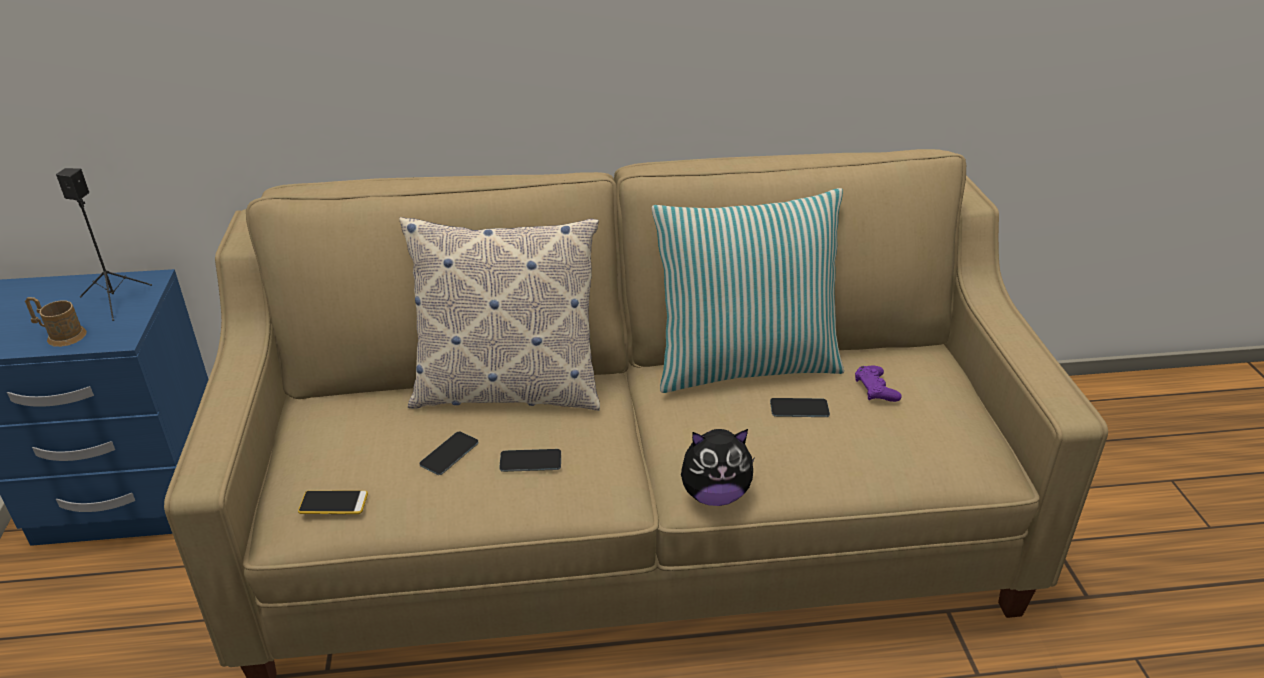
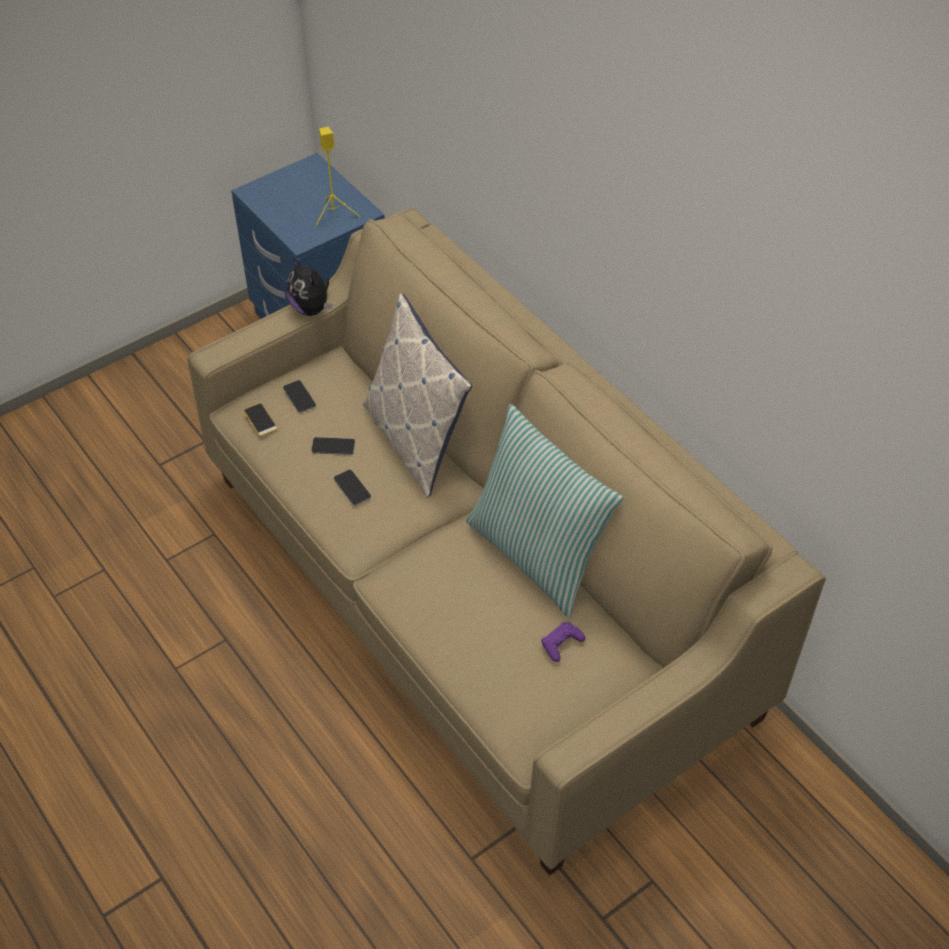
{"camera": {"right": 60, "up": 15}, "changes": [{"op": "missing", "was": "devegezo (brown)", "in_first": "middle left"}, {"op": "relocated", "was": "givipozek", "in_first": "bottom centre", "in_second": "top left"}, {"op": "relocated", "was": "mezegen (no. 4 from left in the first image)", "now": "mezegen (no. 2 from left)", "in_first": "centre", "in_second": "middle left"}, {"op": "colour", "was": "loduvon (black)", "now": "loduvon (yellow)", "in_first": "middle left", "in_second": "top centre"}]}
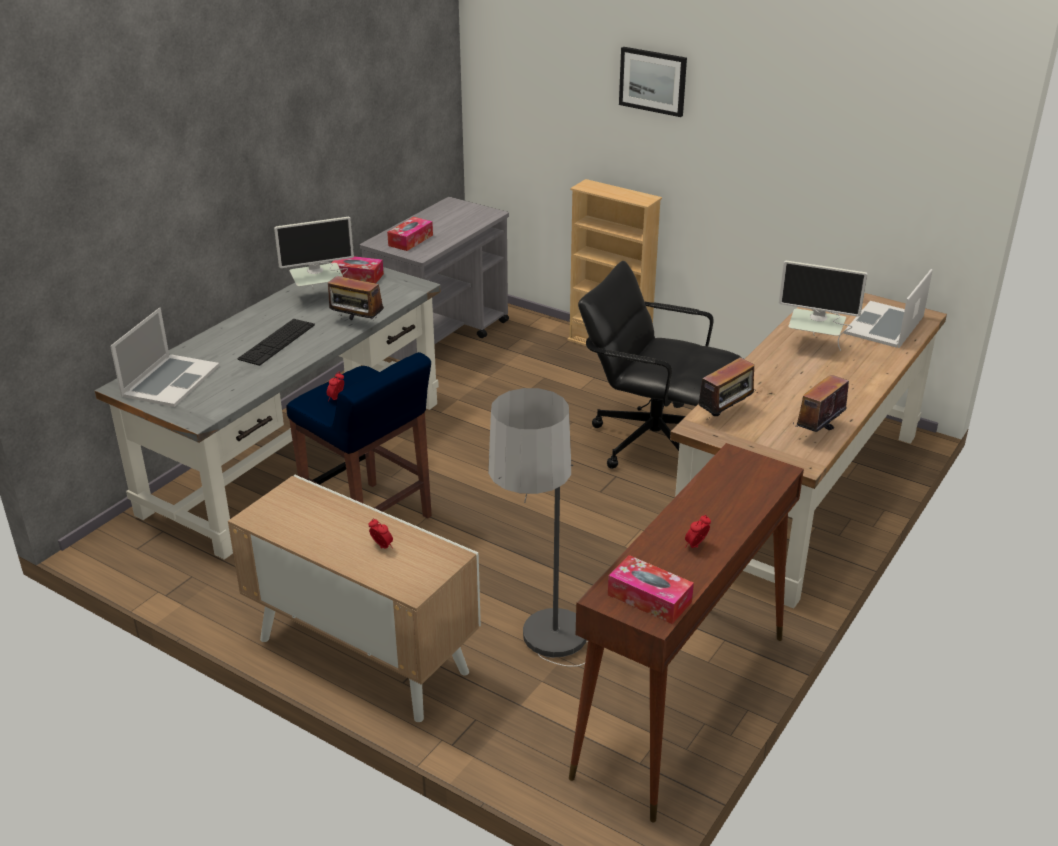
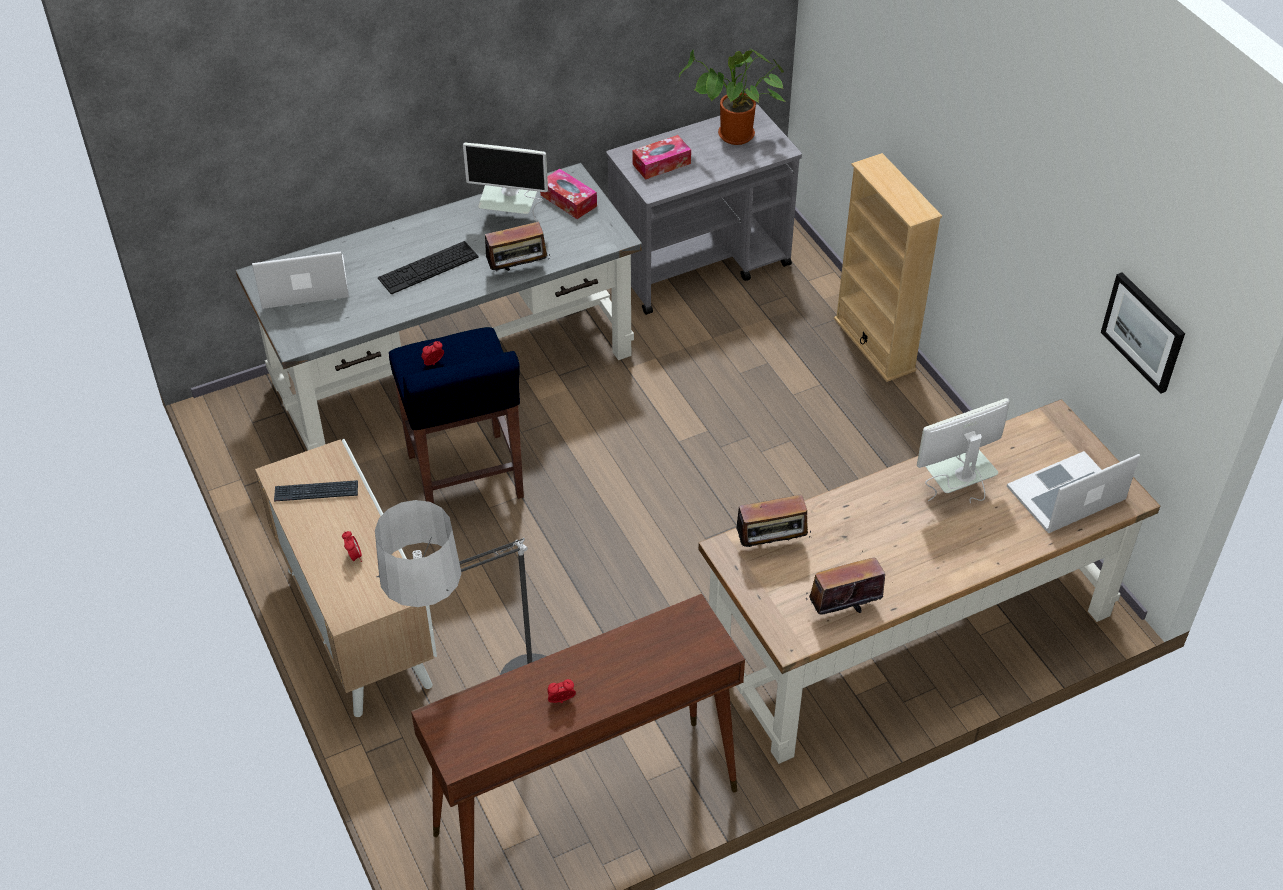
{"camera": {"right": 30, "up": 15}, "changes": [{"op": "missing", "was": "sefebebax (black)", "in_first": "centre"}, {"op": "missing", "was": "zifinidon (no. 3 from left)", "in_first": "bottom centre"}, {"op": "appeared", "now": "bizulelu (no. 1 from left)", "in_second": "middle left"}, {"op": "appeared", "now": "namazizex", "in_second": "top centre"}, {"op": "relocated", "was": "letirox", "in_first": "top centre", "in_second": "middle right"}, {"op": "spun", "was": "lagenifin (no. 1 from left)", "in_first": "middle left", "in_second": "top left", "clockwise": -150}, {"op": "spun", "was": "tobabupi (no. 1 from left)", "in_first": "centre", "in_second": "top centre", "clockwise": -75}, {"op": "spun", "was": "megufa (no. 2 from left)", "in_first": "middle right", "in_second": "middle right", "clockwise": 105}]}
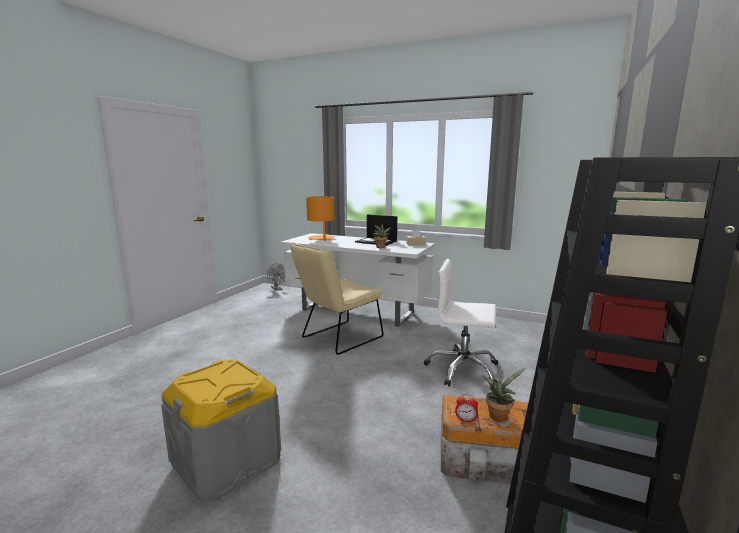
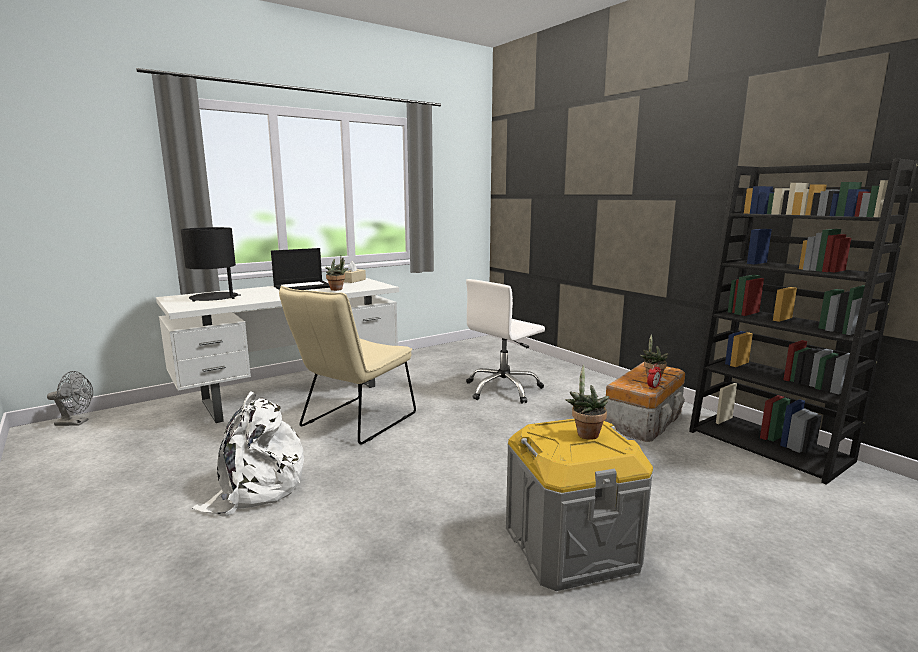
{"camera": {"right": -60, "up": 0}, "changes": [{"op": "appeared", "now": "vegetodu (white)", "in_second": "bottom left"}, {"op": "appeared", "now": "namazizex (no. 2 from left)", "in_second": "centre"}, {"op": "colour", "was": "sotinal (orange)", "now": "sotinal (black)", "in_first": "centre", "in_second": "middle left"}, {"op": "spun", "was": "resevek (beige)", "in_first": "centre", "in_second": "centre", "clockwise": 45}]}
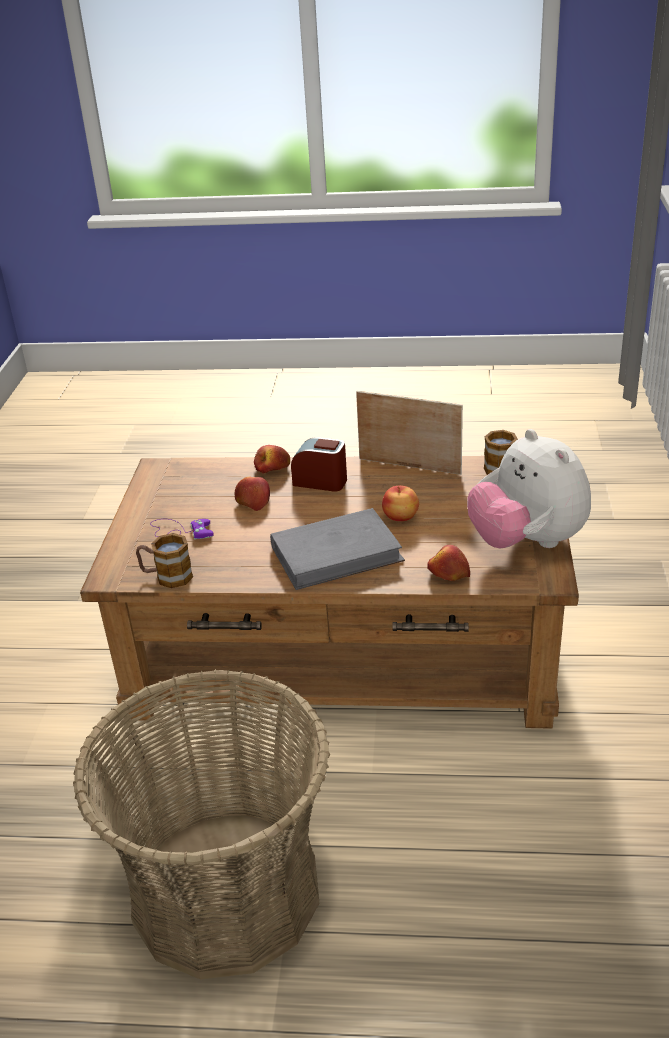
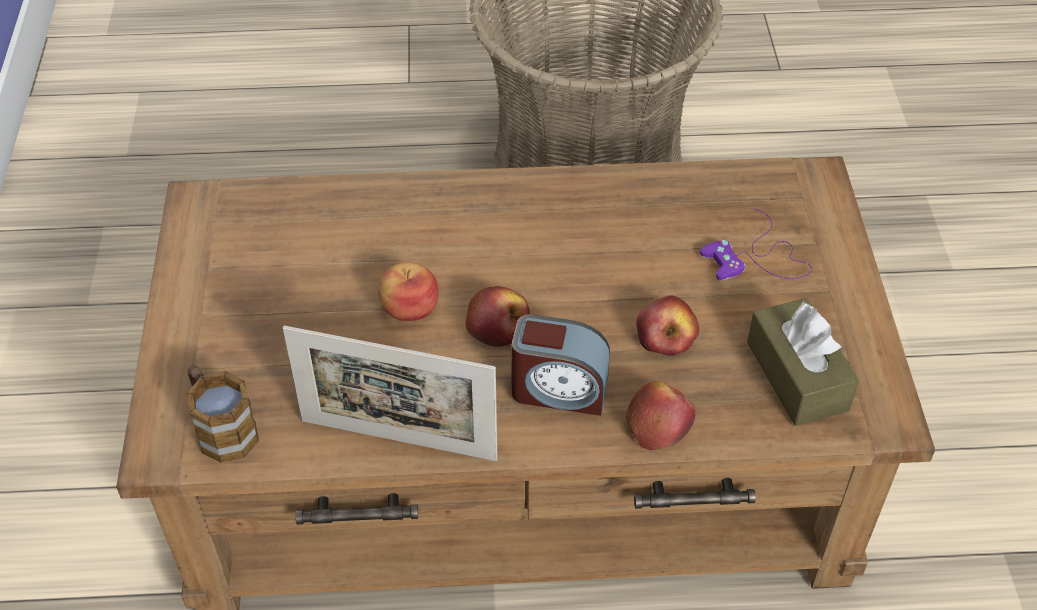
{"camera": {"right": 170, "up": 15}, "changes": [{"op": "missing", "was": "devegezo (no. 1 from left)", "in_first": "middle left"}, {"op": "missing", "was": "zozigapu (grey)", "in_first": "centre"}, {"op": "missing", "was": "givipozek", "in_first": "middle right"}, {"op": "appeared", "now": "zifinidon (brown)", "in_second": "middle right"}, {"op": "relocated", "was": "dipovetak (no. 4 from left in the first image)", "now": "dipovetak (no. 2 from left)", "in_first": "middle right", "in_second": "centre"}]}
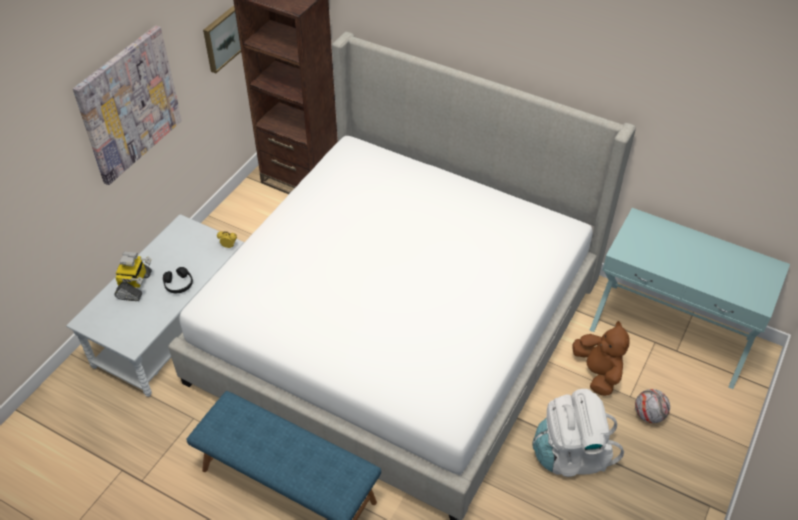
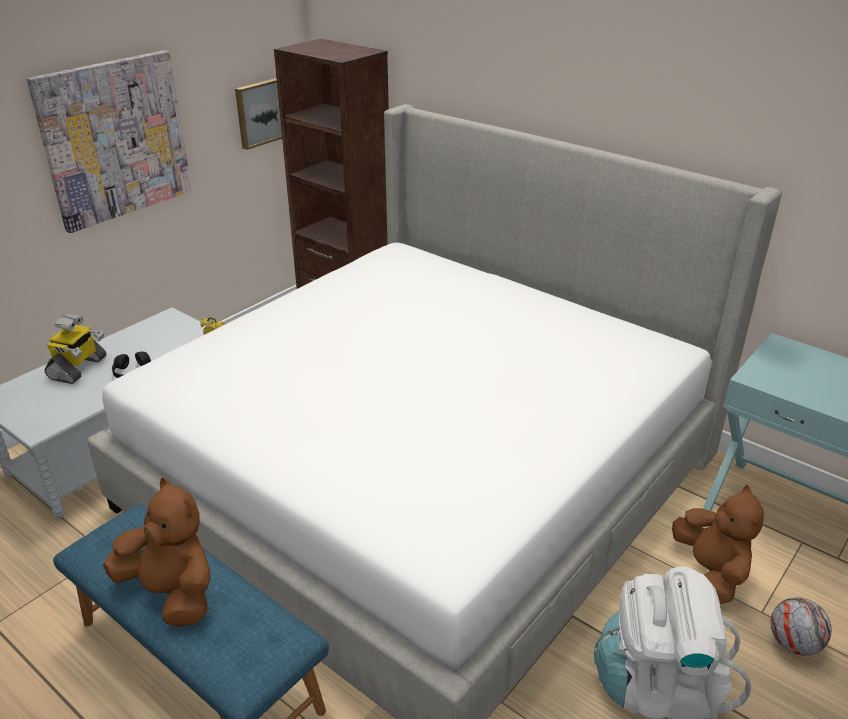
{"camera": {"right": 10, "up": -15}, "changes": [{"op": "appeared", "now": "givipozek (brown) (no. 1 from left)", "in_second": "bottom left"}]}
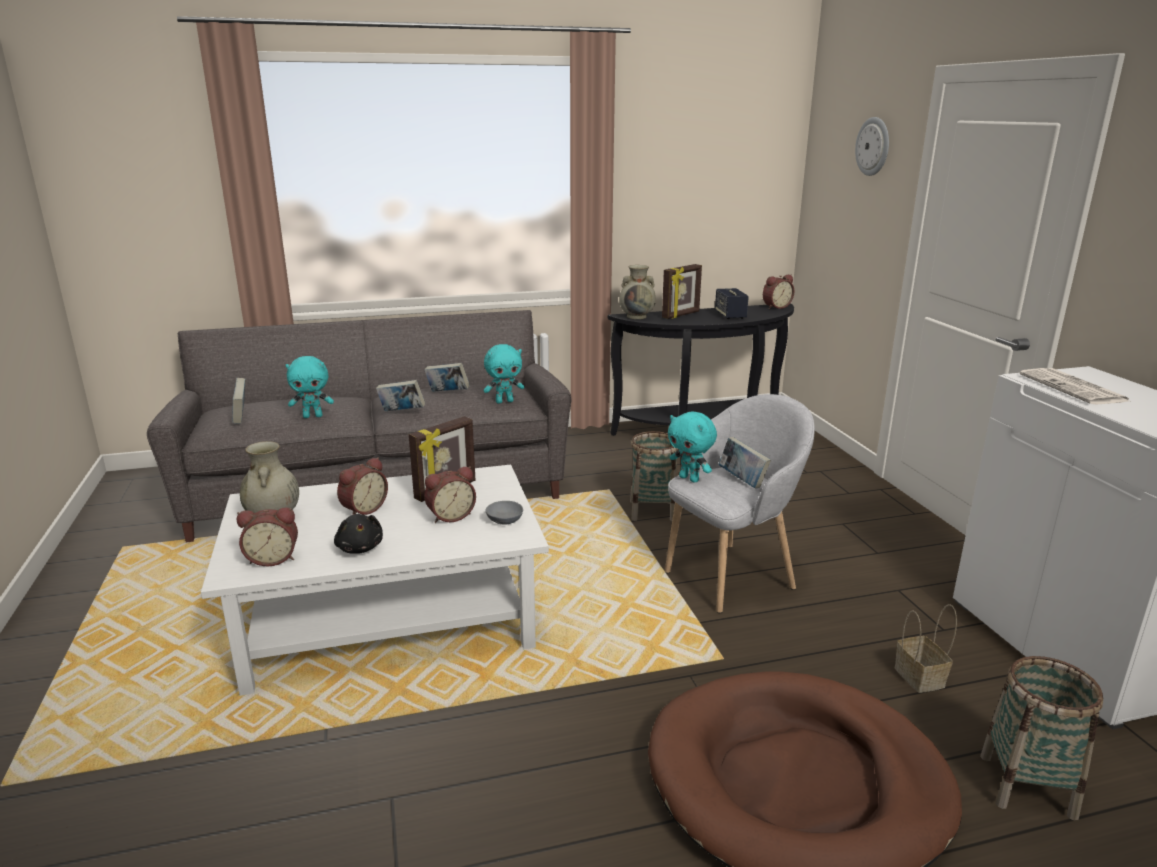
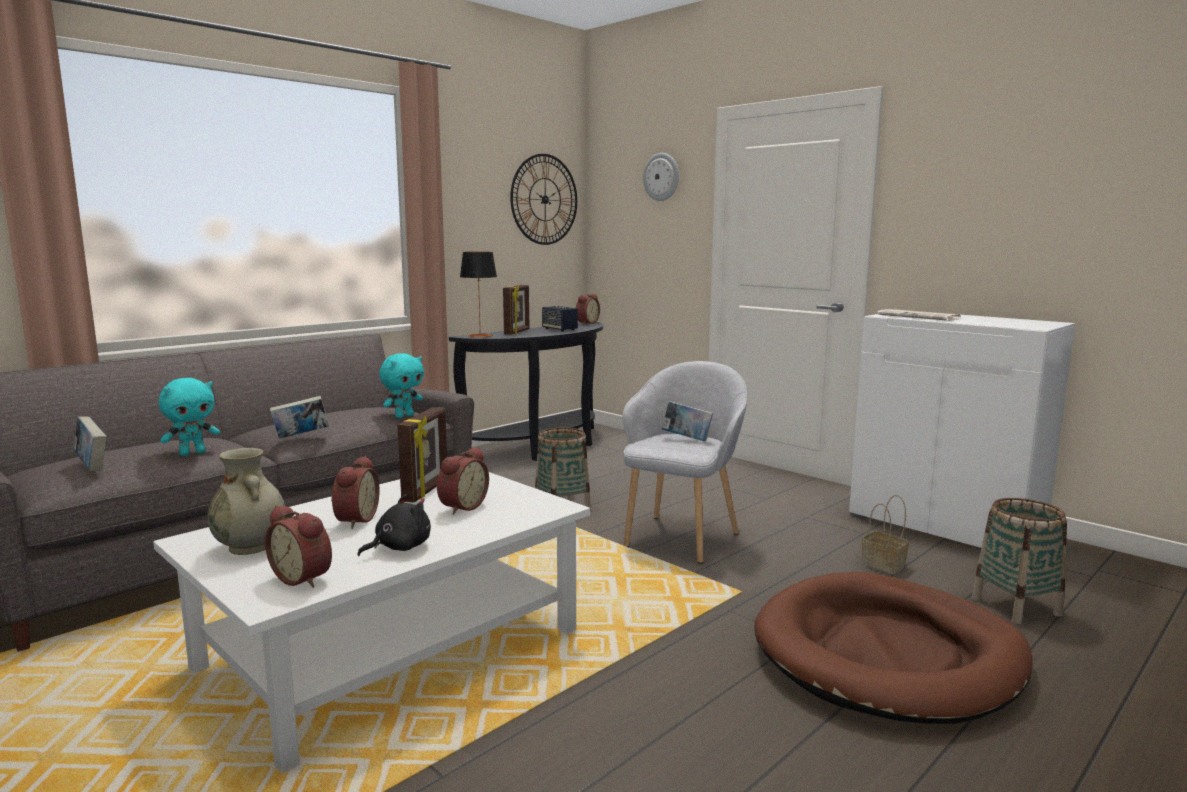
{"camera": {"right": -30, "up": -10}, "changes": [{"op": "missing", "was": "zozigapu (no. 3 from left)", "in_first": "centre"}, {"op": "missing", "was": "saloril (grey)", "in_first": "centre"}, {"op": "missing", "was": "givipozek (turquoise) (no. 3 from left)", "in_first": "centre"}, {"op": "appeared", "now": "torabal (no. 1 from left)", "in_second": "top centre"}, {"op": "exchanged", "was": "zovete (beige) (no. 2 from left)", "now": "sotinal", "in_first": "centre", "in_second": "centre"}, {"op": "spun", "was": "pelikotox (no. 1 from left)", "in_first": "middle left", "in_second": "bottom left", "clockwise": 75}, {"op": "spun", "was": "givipozek (black)", "in_first": "middle left", "in_second": "middle left", "clockwise": -75}]}
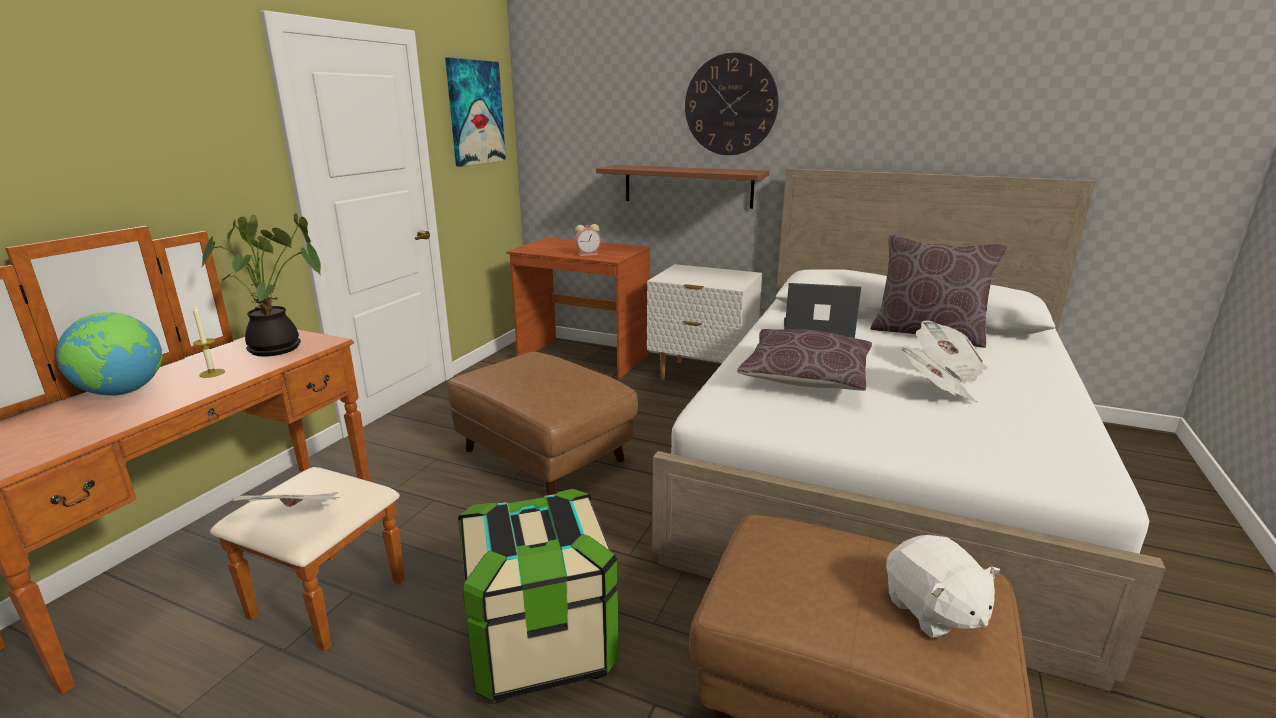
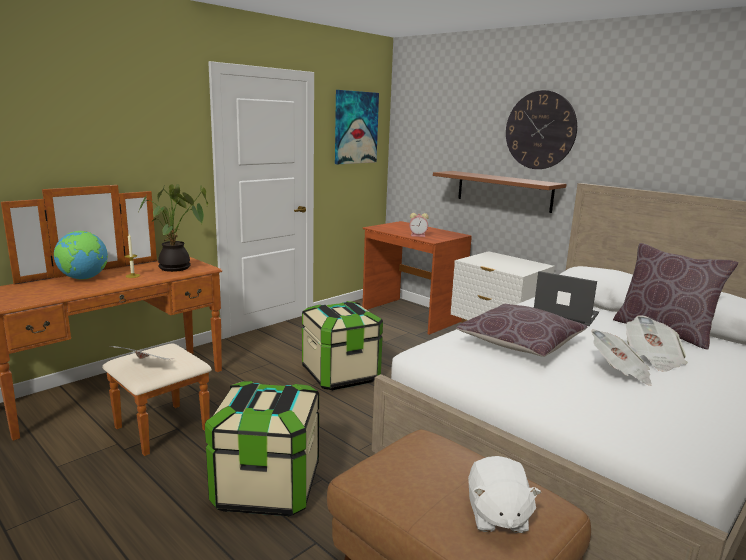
{"camera": {"right": 20, "up": -5}, "changes": [{"op": "exchanged", "was": "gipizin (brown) (no. 1 from left)", "now": "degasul (no. 2 from left)", "in_first": "centre", "in_second": "centre"}]}
